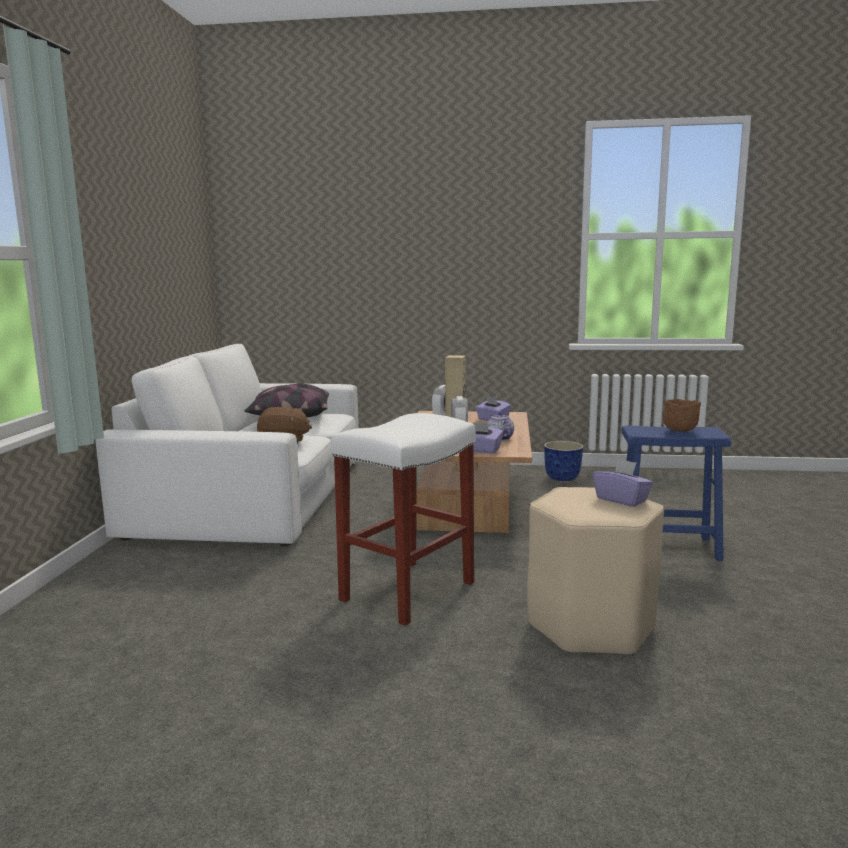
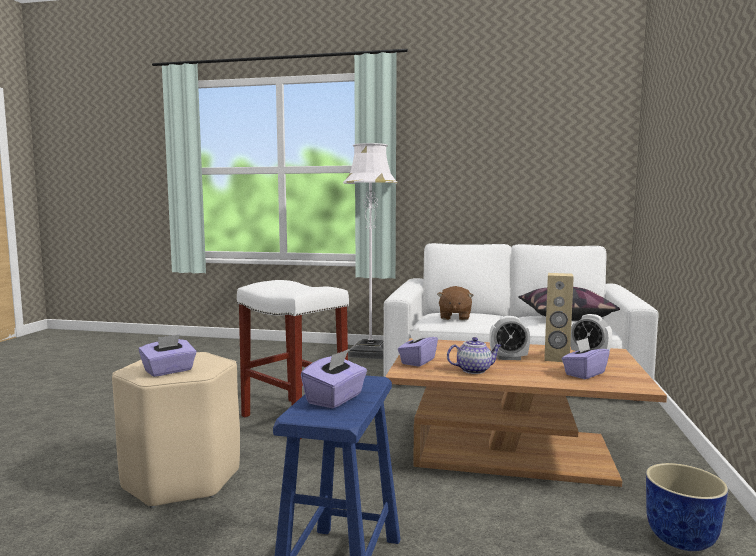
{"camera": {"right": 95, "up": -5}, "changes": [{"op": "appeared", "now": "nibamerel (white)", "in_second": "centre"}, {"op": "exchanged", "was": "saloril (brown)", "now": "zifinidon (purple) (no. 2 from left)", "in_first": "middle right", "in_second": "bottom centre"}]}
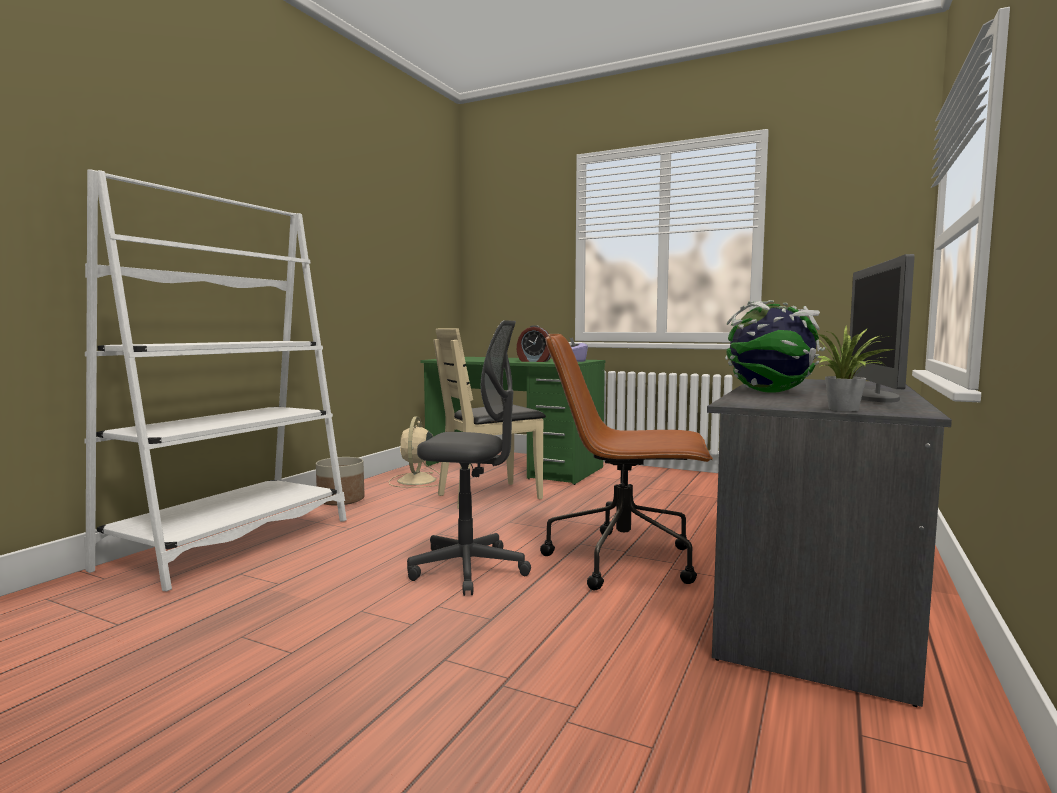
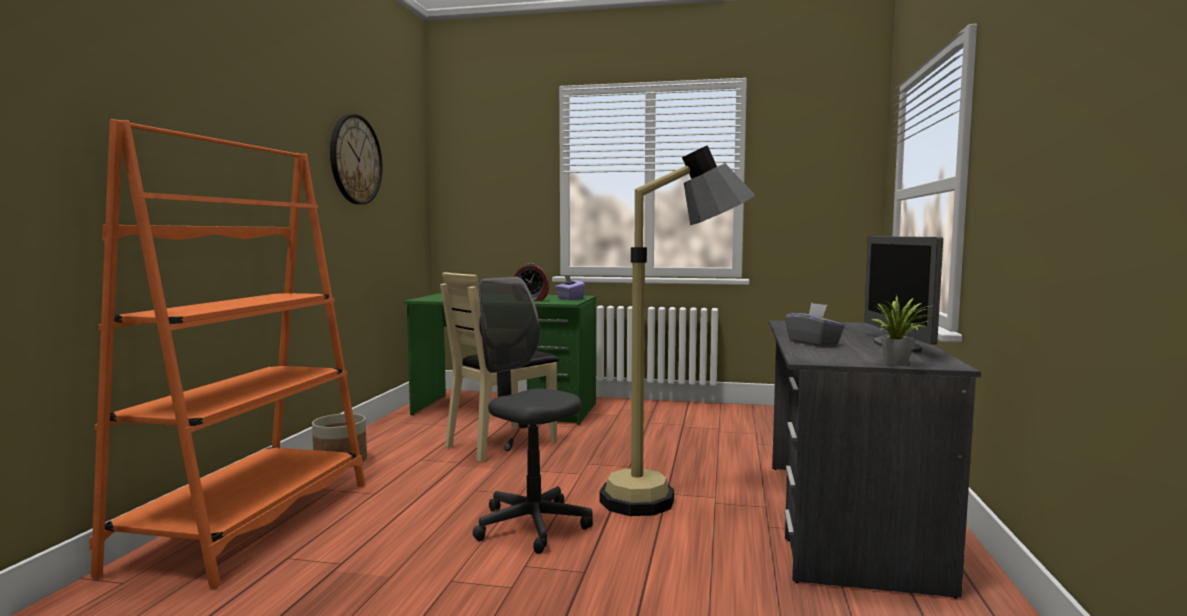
{"camera": {"right": -15, "up": 0}, "changes": [{"op": "missing", "was": "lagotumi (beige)", "in_first": "centre"}, {"op": "appeared", "now": "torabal", "in_second": "top left"}, {"op": "exchanged", "was": "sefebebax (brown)", "now": "nibamerel", "in_first": "centre", "in_second": "centre"}, {"op": "exchanged", "was": "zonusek", "now": "zifinidon (grey)", "in_first": "middle right", "in_second": "middle right"}, {"op": "colour", "was": "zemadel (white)", "now": "zemadel (orange)", "in_first": "middle left", "in_second": "middle left"}, {"op": "spun", "was": "sefebebax (grey)", "in_first": "centre", "in_second": "bottom centre", "clockwise": -135}]}
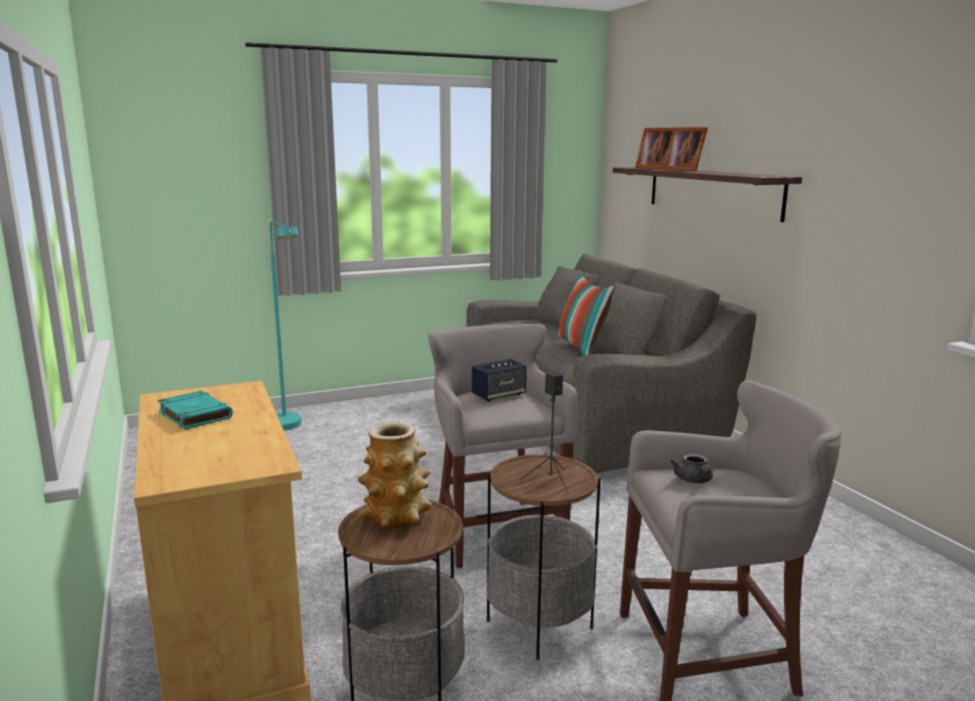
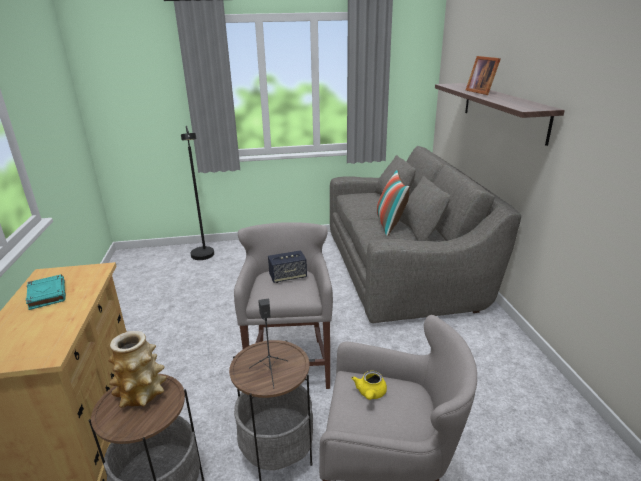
{"camera": {"right": 15, "up": 10}, "changes": [{"op": "missing", "was": "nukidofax (no. 1 from left)", "in_first": "top right"}, {"op": "colour", "was": "nibamerel (turquoise)", "now": "nibamerel (black)", "in_first": "middle left", "in_second": "middle left"}, {"op": "colour", "was": "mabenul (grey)", "now": "mabenul (yellow)", "in_first": "bottom right", "in_second": "bottom centre"}]}
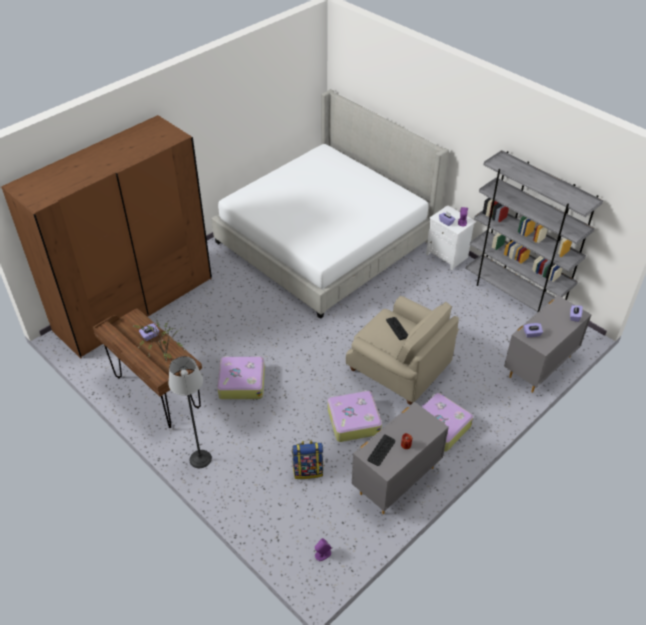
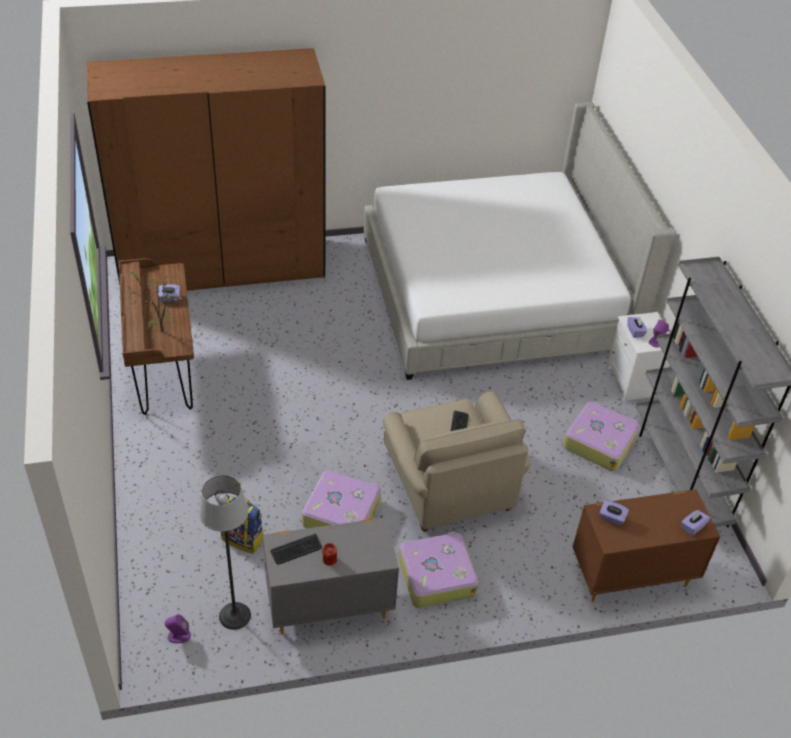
{"camera": {"right": 30, "up": 0}, "changes": [{"op": "relocated", "was": "nibamerel", "in_first": "middle left", "in_second": "bottom left"}, {"op": "relocated", "was": "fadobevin (no. 1 from left in the first image)", "now": "fadobevin (no. 3 from left)", "in_first": "centre", "in_second": "middle right"}, {"op": "colour", "was": "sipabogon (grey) (no. 2 from left)", "now": "sipabogon (brown)", "in_first": "middle right", "in_second": "bottom right"}]}
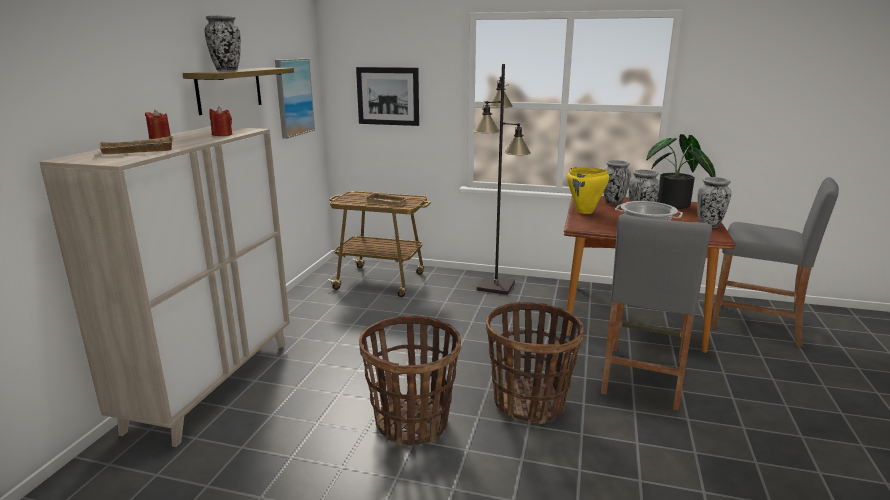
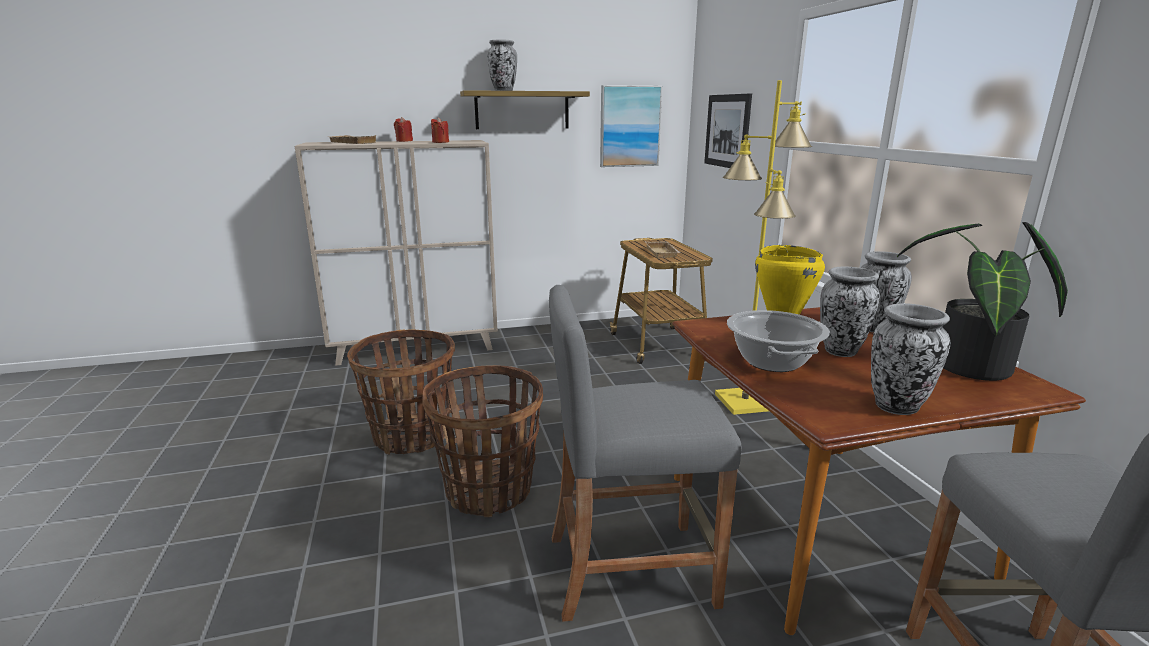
{"camera": {"right": 60, "up": 0}, "changes": [{"op": "colour", "was": "nibamerel (black)", "now": "nibamerel (yellow)", "in_first": "centre", "in_second": "centre"}]}
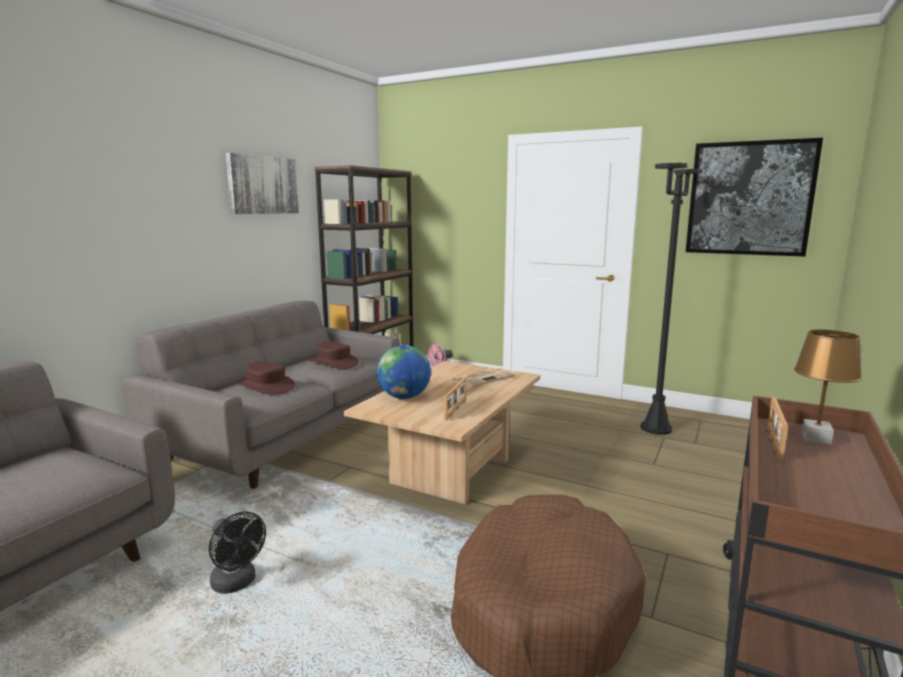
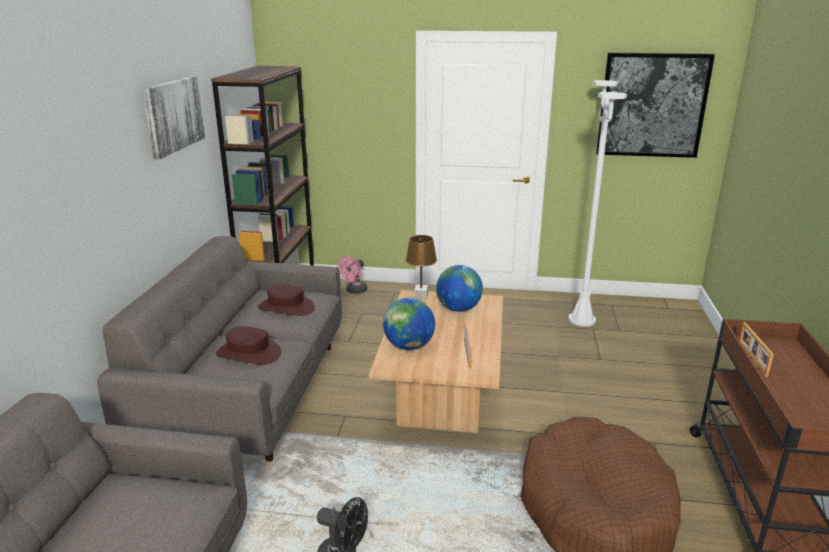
{"camera": {"right": -20, "up": 10}, "changes": [{"op": "relocated", "was": "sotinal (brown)", "in_first": "middle right", "in_second": "centre"}, {"op": "exchanged", "was": "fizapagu", "now": "zonusek (no. 2 from left)", "in_first": "centre", "in_second": "centre"}, {"op": "colour", "was": "nibamerel (black)", "now": "nibamerel (white)", "in_first": "middle right", "in_second": "middle right"}]}
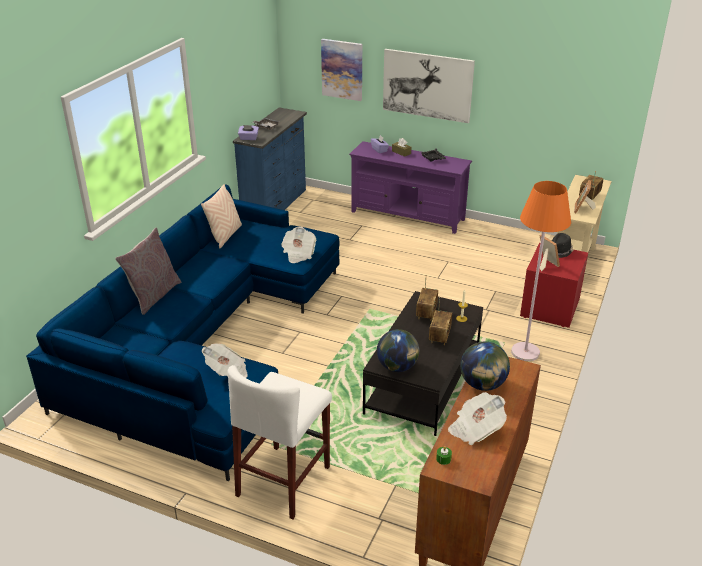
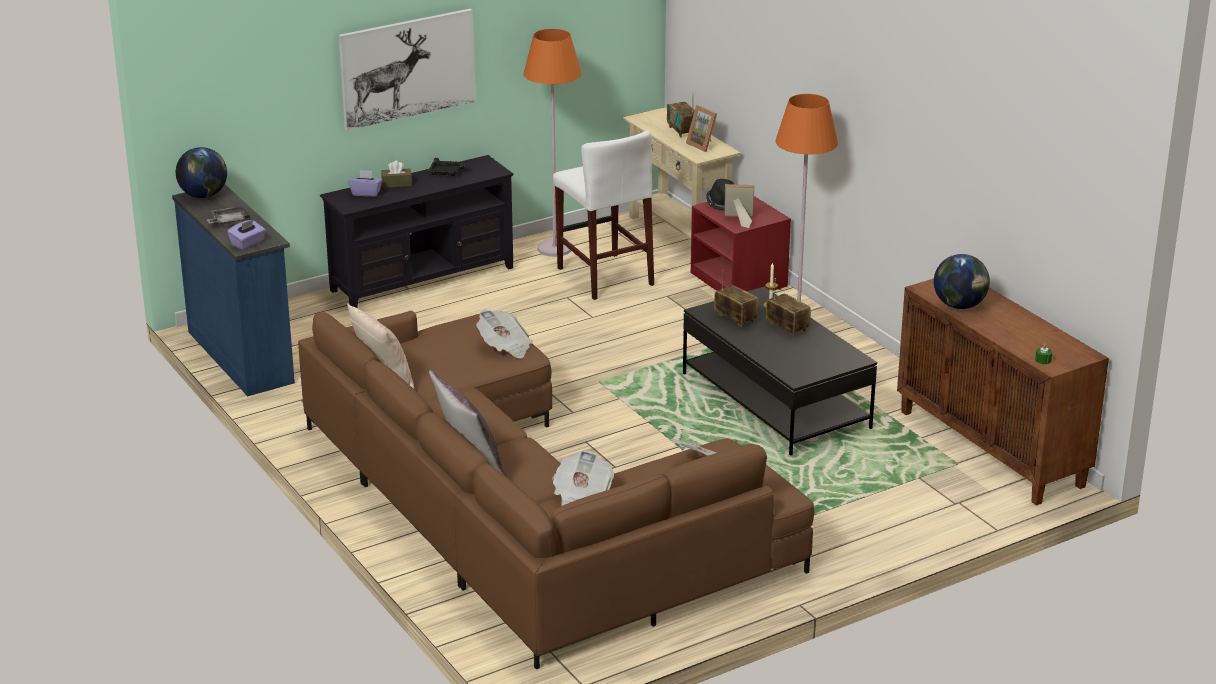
{"camera": {"right": -55, "up": -5}, "changes": [{"op": "missing", "was": "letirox (no. 1 from left)", "in_first": "top centre"}, {"op": "appeared", "now": "nibamerel (orange) (no. 1 from left)", "in_second": "top centre"}, {"op": "relocated", "was": "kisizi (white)", "in_first": "bottom centre", "in_second": "top centre"}, {"op": "relocated", "was": "zonusek (no. 1 from left)", "in_first": "centre", "in_second": "top left"}, {"op": "relocated", "was": "fizapagu (no. 3 from left in the first image)", "now": "fizapagu (no. 2 from left)", "in_first": "bottom right", "in_second": "bottom centre"}, {"op": "colour", "was": "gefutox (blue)", "now": "gefutox (brown)", "in_first": "middle left", "in_second": "bottom centre"}, {"op": "colour", "was": "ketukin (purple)", "now": "ketukin (black)", "in_first": "top centre", "in_second": "centre"}]}
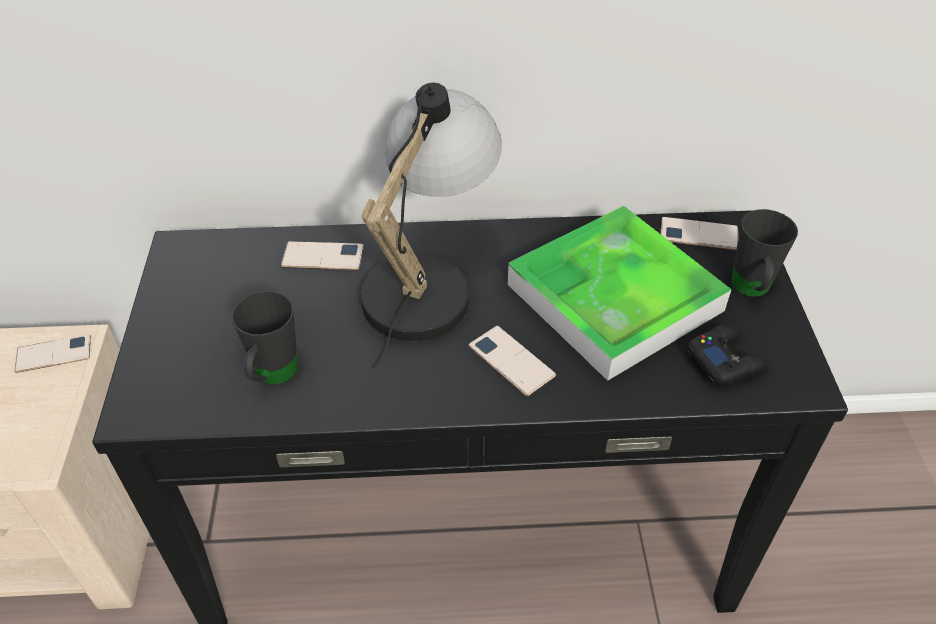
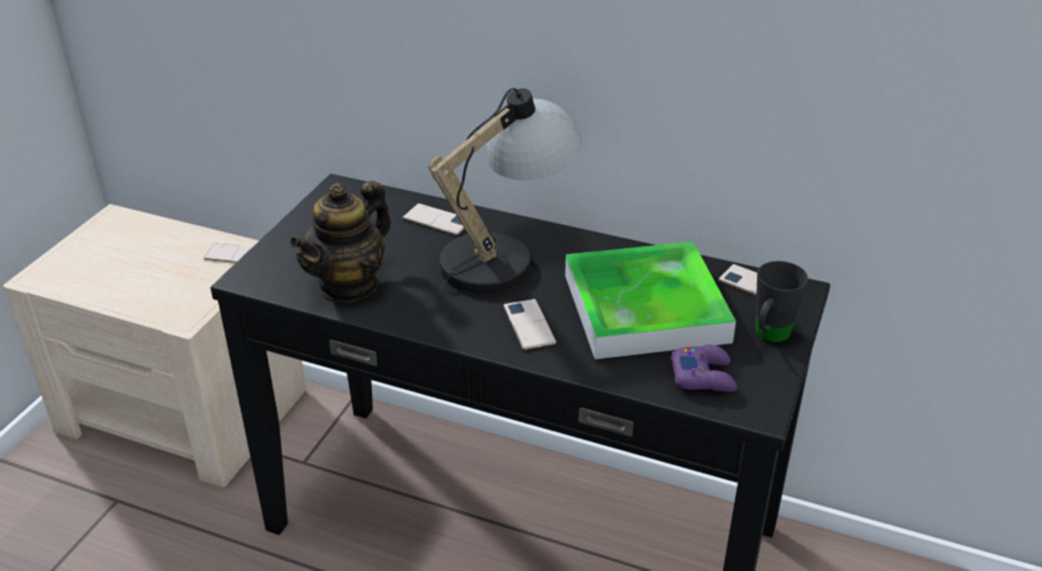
{"camera": {"right": 25, "up": -10}, "changes": [{"op": "exchanged", "was": "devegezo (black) (no. 1 from left)", "now": "mabenul", "in_first": "middle left", "in_second": "middle left"}, {"op": "colour", "was": "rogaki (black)", "now": "rogaki (purple)", "in_first": "middle right", "in_second": "middle right"}]}
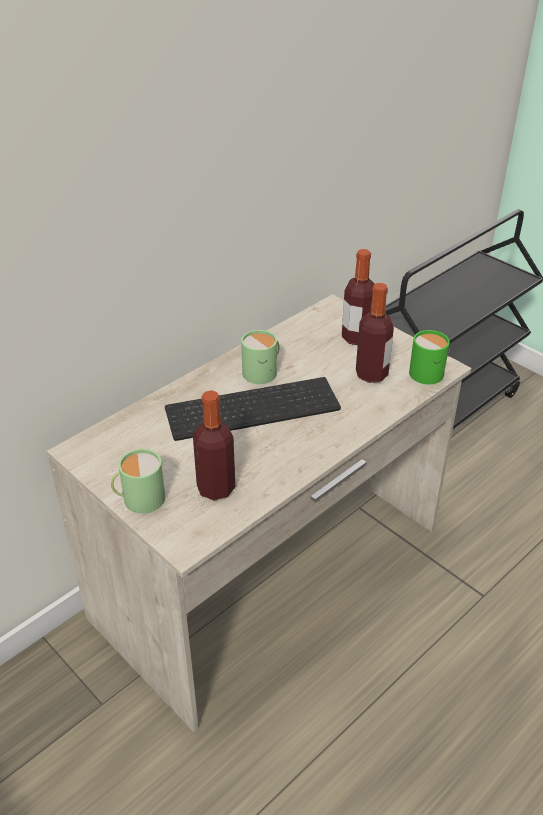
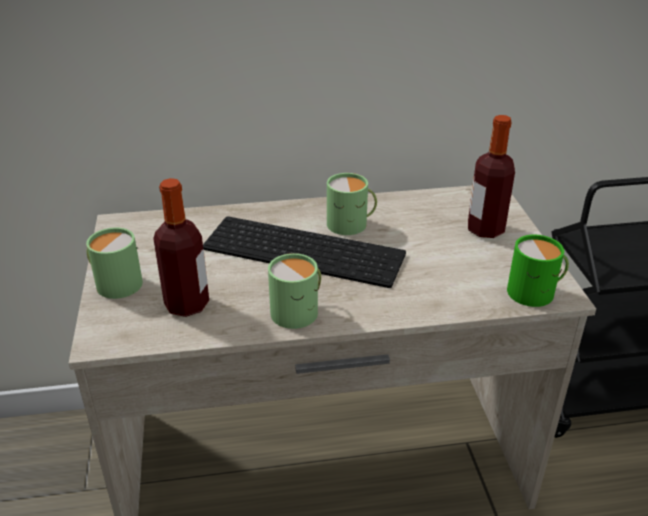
{"camera": {"right": 35, "up": -5}, "changes": [{"op": "missing", "was": "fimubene (no. 3 from left)", "in_first": "middle right"}, {"op": "appeared", "now": "devegezo (green) (no. 2 from left)", "in_second": "centre"}]}
